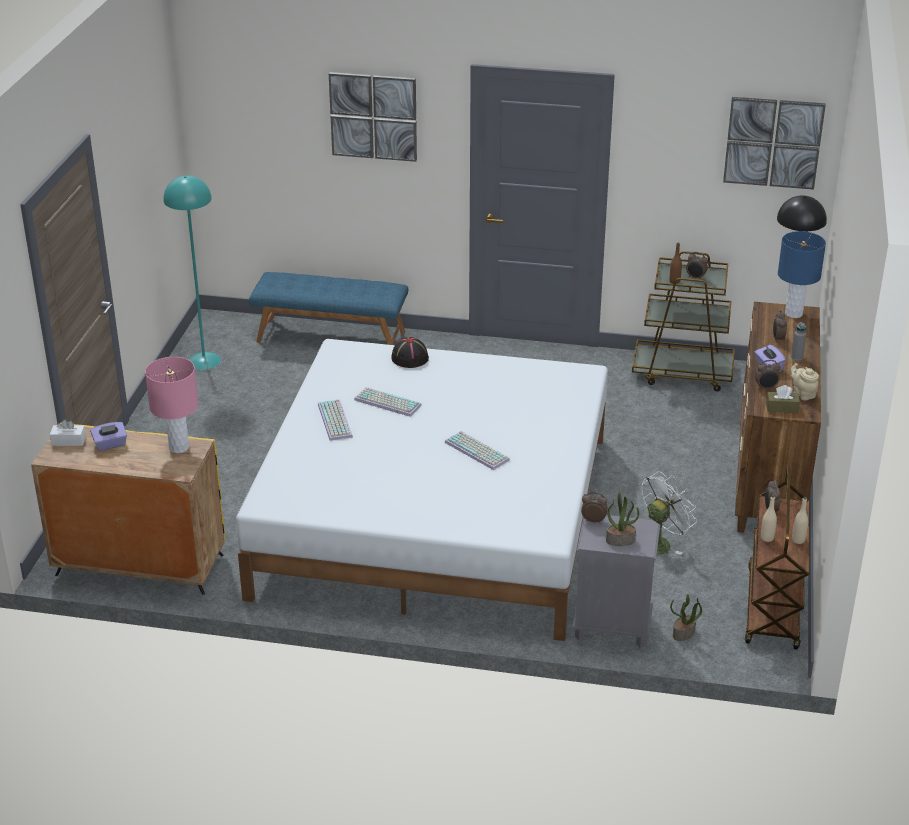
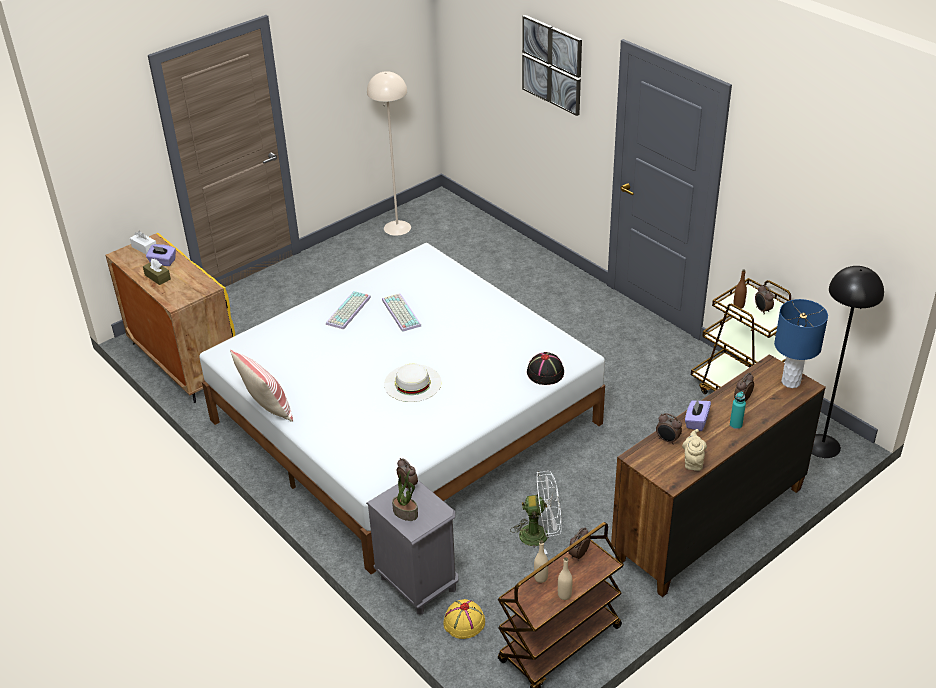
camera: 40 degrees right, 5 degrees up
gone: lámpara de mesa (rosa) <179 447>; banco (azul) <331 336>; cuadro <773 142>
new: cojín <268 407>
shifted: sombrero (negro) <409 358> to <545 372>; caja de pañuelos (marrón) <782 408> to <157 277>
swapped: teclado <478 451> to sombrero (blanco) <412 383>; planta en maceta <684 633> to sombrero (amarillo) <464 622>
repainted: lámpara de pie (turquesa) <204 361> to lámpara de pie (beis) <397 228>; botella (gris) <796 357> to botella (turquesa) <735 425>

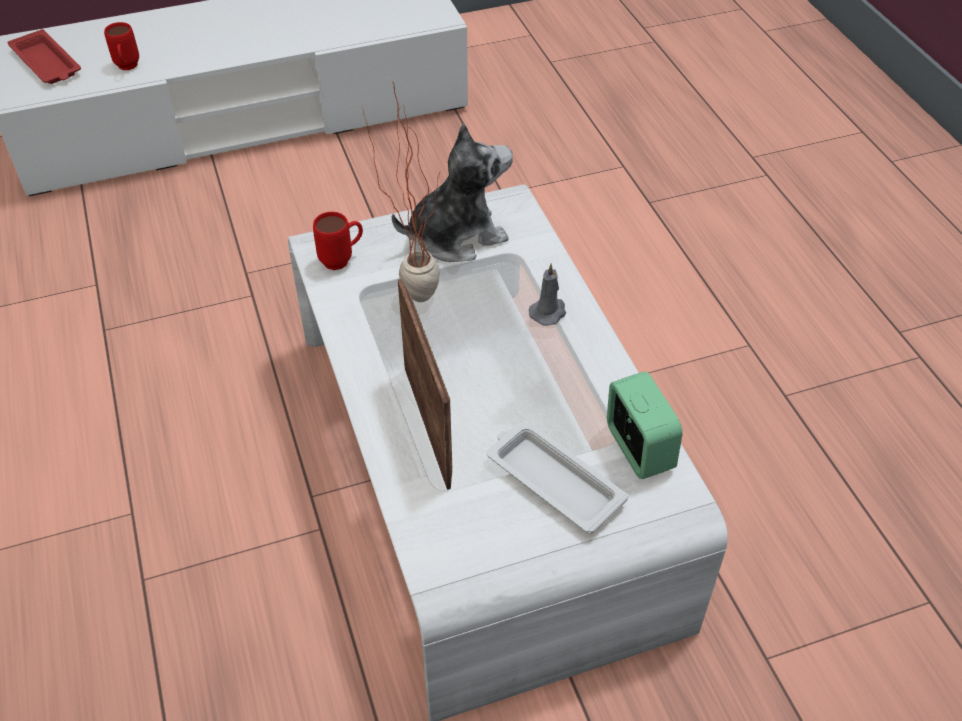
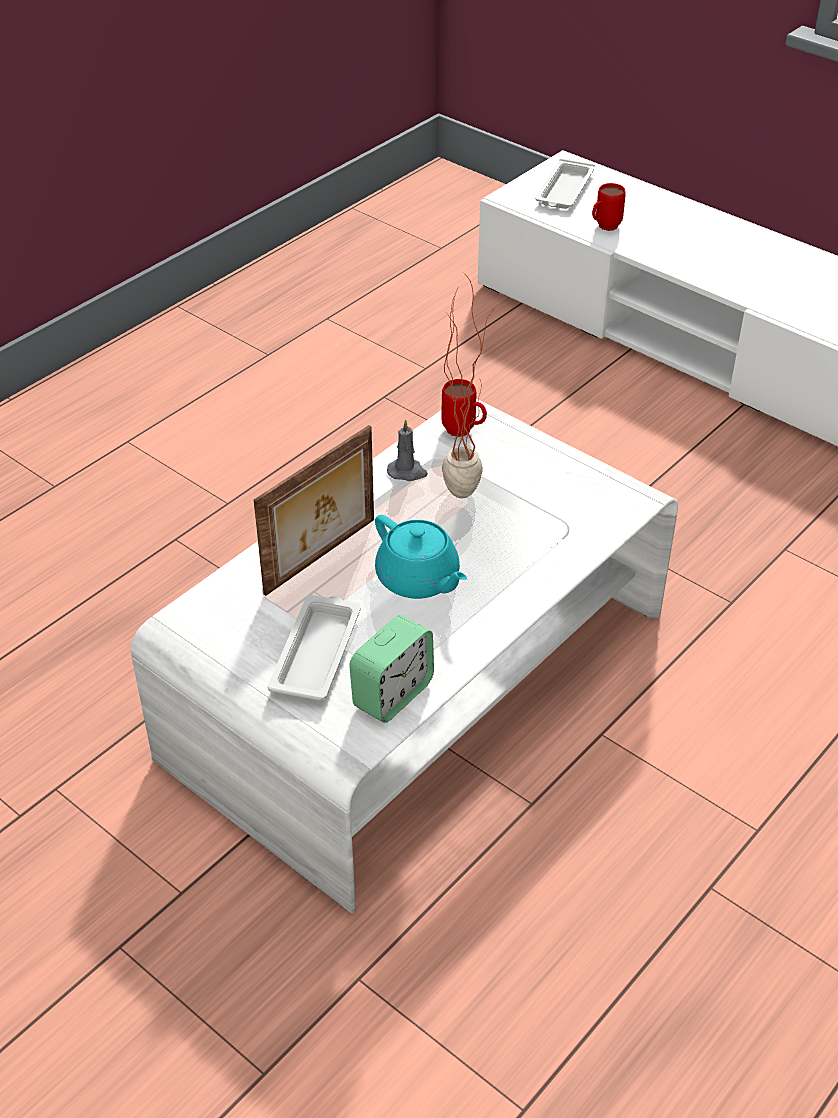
camera: 60 degrees right, 5 degrees down
gone: peluche <456 236>
new: tetera (turquesa) <419 580>
shifted: vela (gris) <548 312> to <407 472>
repainted: bandeja (rojo) <47 64> to bandeja (blanco) <564 190>

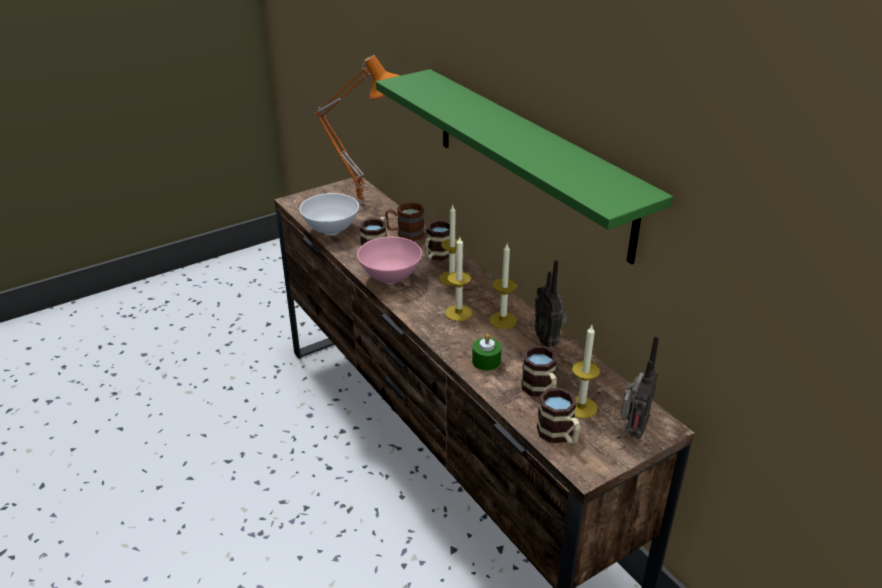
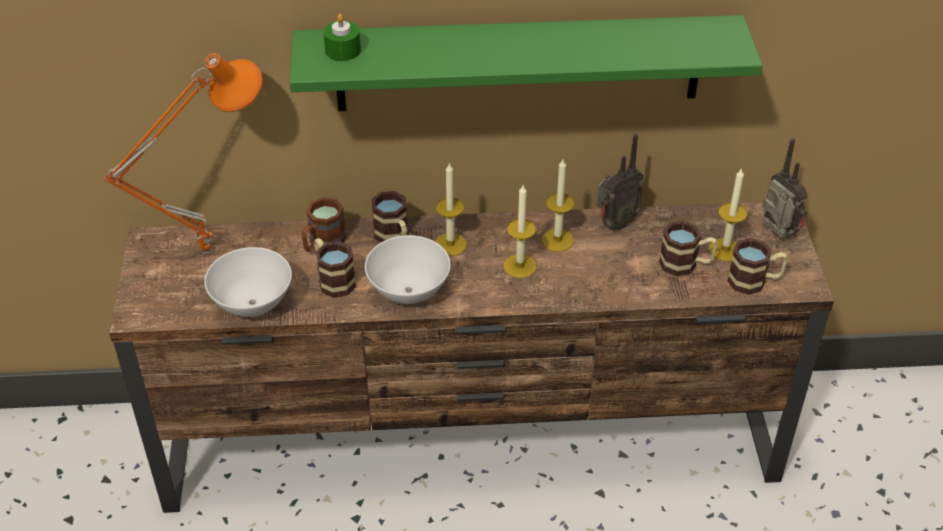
camera: 60 degrees left, 10 degrees up
shifted: vela (verde) <486 361> to <343 50>
repainted: cuenco (rosa) <390 278> to cuenco (blanco) <408 292>
rotated: radio <548 340> = <614 224> 45 degrees counterclockwise

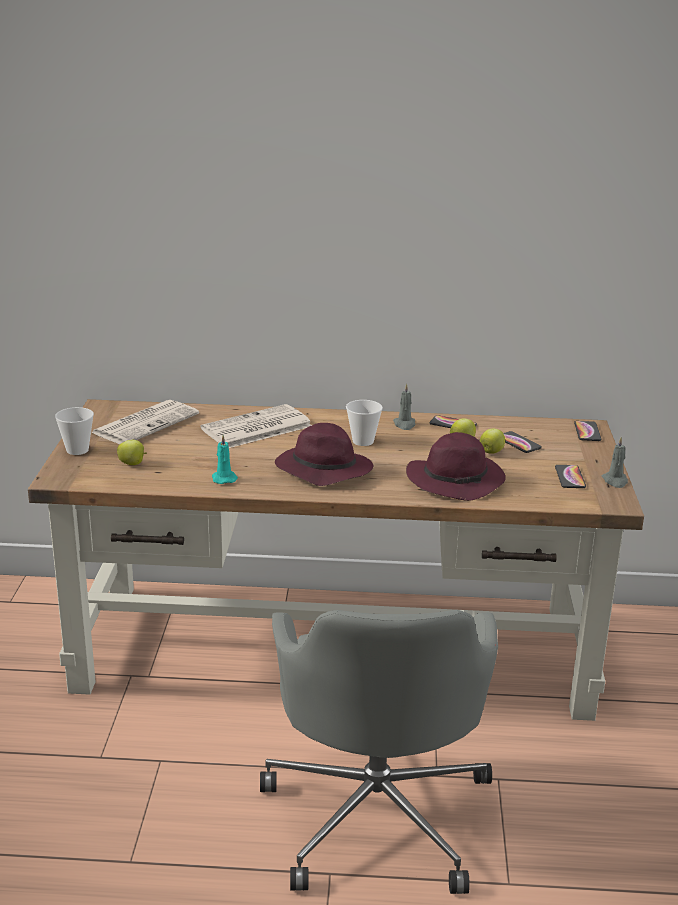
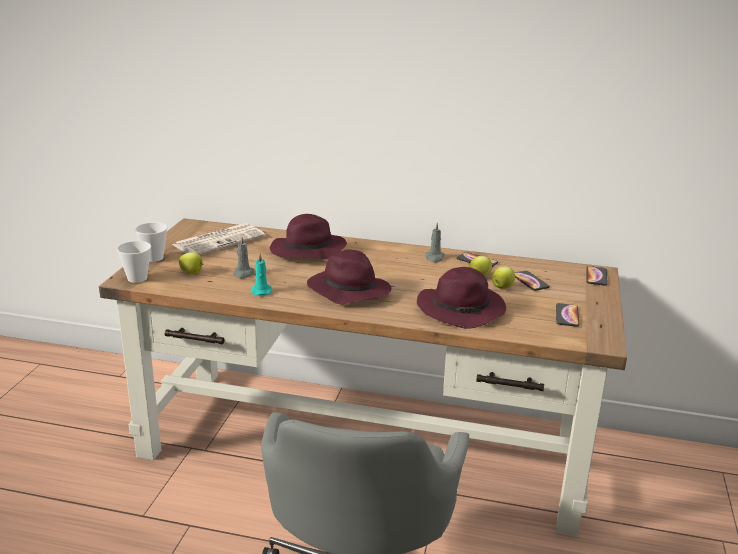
camera: 10 degrees right, 0 degrees up
shifted: taza <363 441> to <137 278>; vela (gris) <615 481> to <243 273>
swapped: periódico <256 428> to sombrero (morado) <307 251>

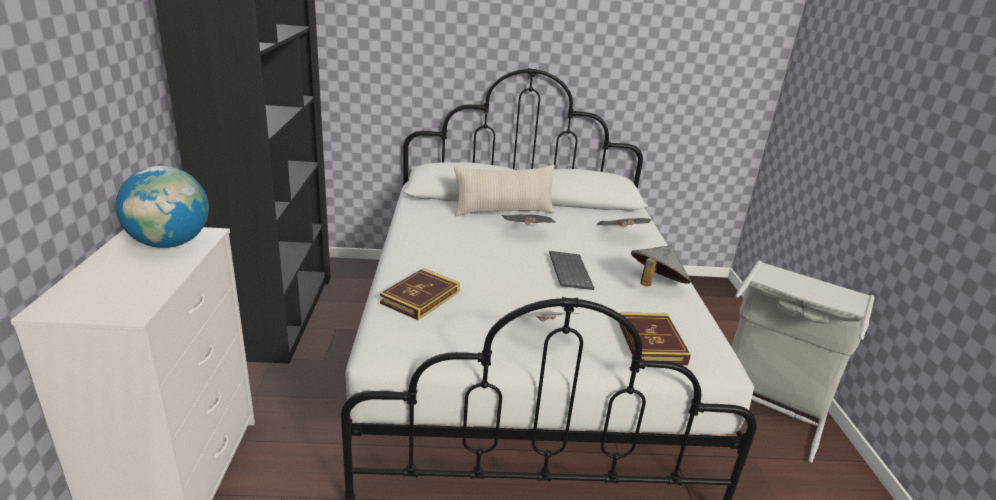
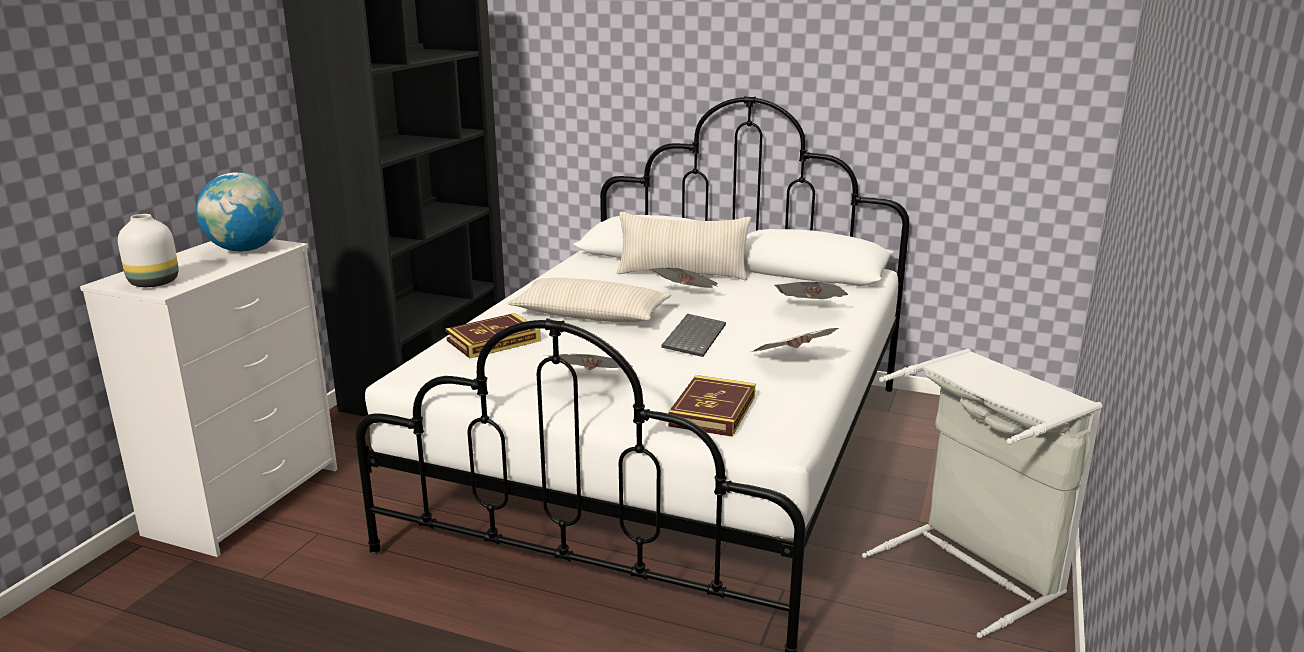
camera: 25 degrees right, 5 degrees down
new: florero (blanco) <155 282>; cojín (beis) <590 315>
swapped: sombrero (gris) <655 285> to periódico <792 361>

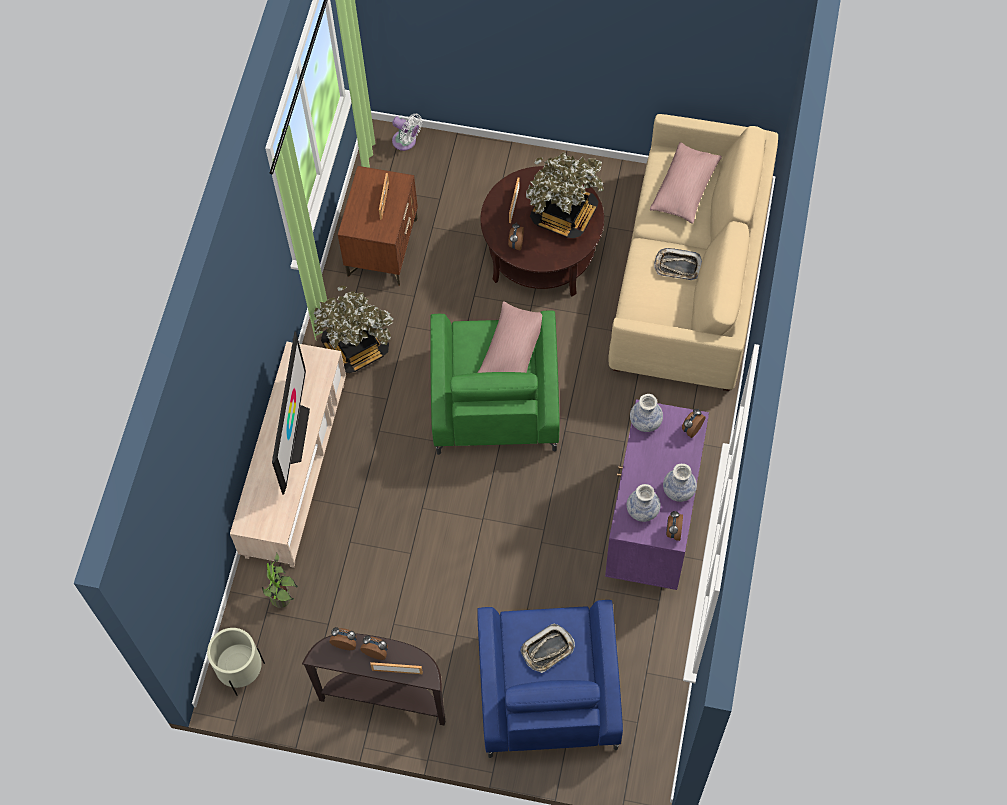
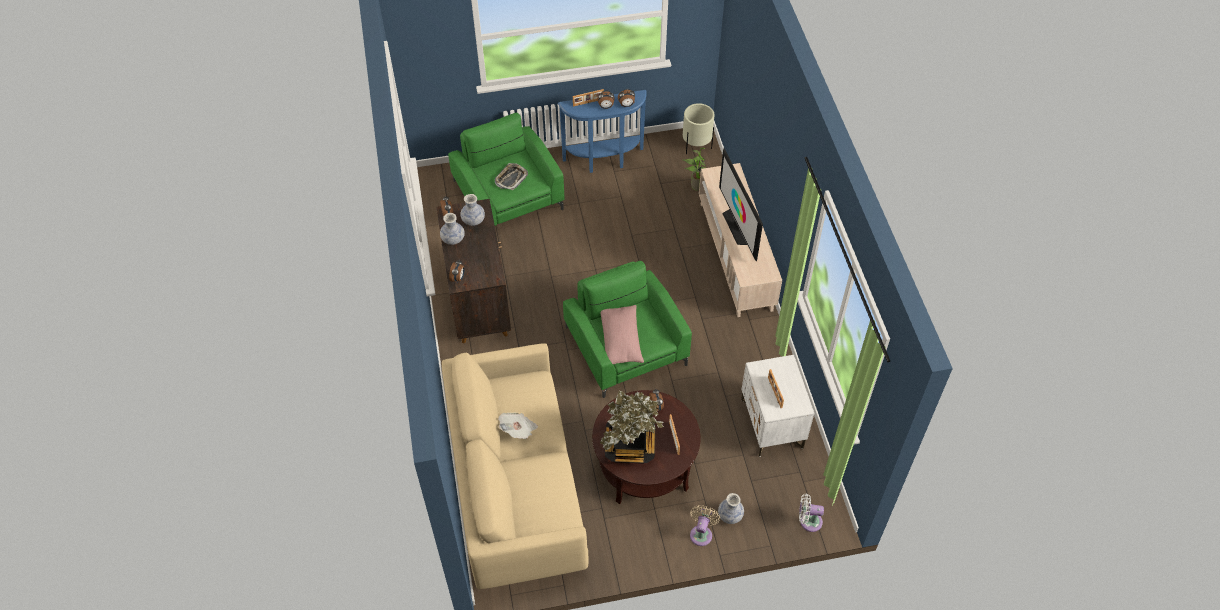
camera: 155 degrees right, 10 degrees down
gone: planta en maceta <356 346>; cojín (rosa) <685 189>
new: ventilador (beis) <701 533>
shifted: florero <645 421> to <730 515>
swapped: bandeja <677 266> to periódico <518 430>
repainted: mesa consola (marrón) <385 696> to mesa consola (azul) <605 161>; mesita de noche (marrón) <382 247> to mesita de noche (blanco) <772 424>; sillón (azul) <548 689> to sillón (verde) <508 195>; armario (morado) <651 526> to armario (marrón) <478 302>

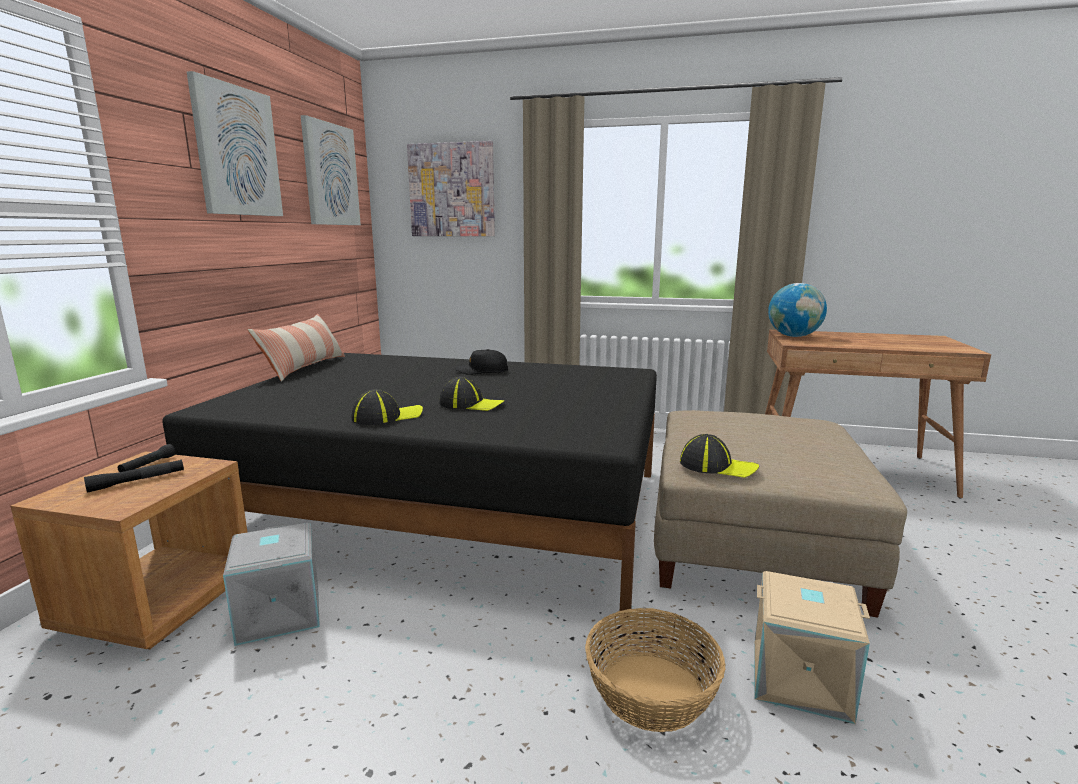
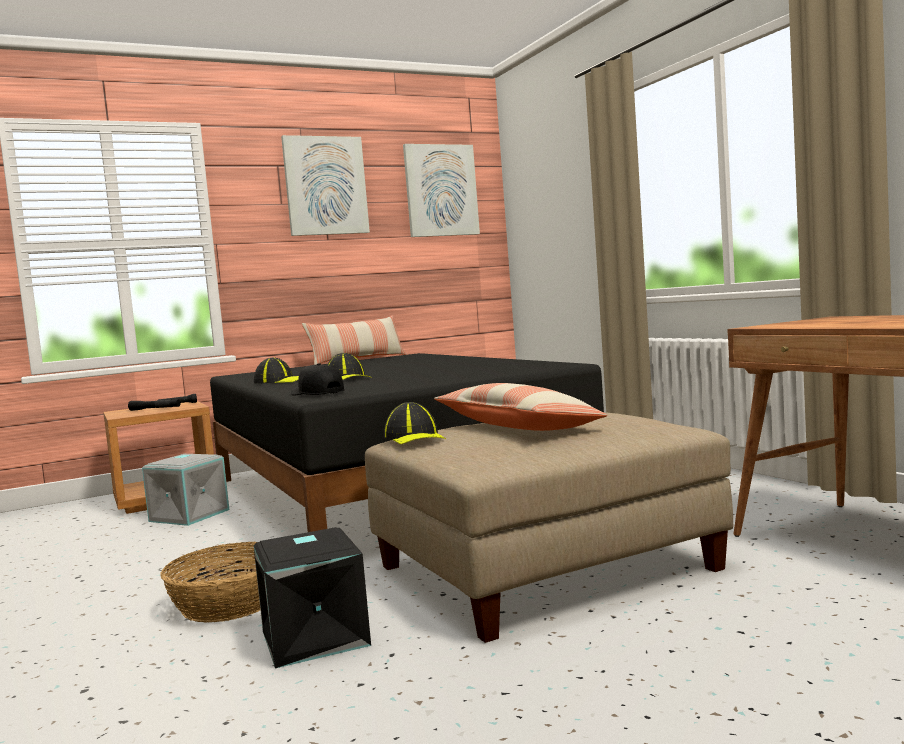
camera: 50 degrees right, 10 degrees down
gone: cuadro <452 190>; globo terráqueo <794 336>
new: cojín <517 427>
shifted: gorra (negro) <482 371> to <317 393>
repainted: caja de almacenaje (beis) <799 680> to caja de almacenaje (negro) <312 638>

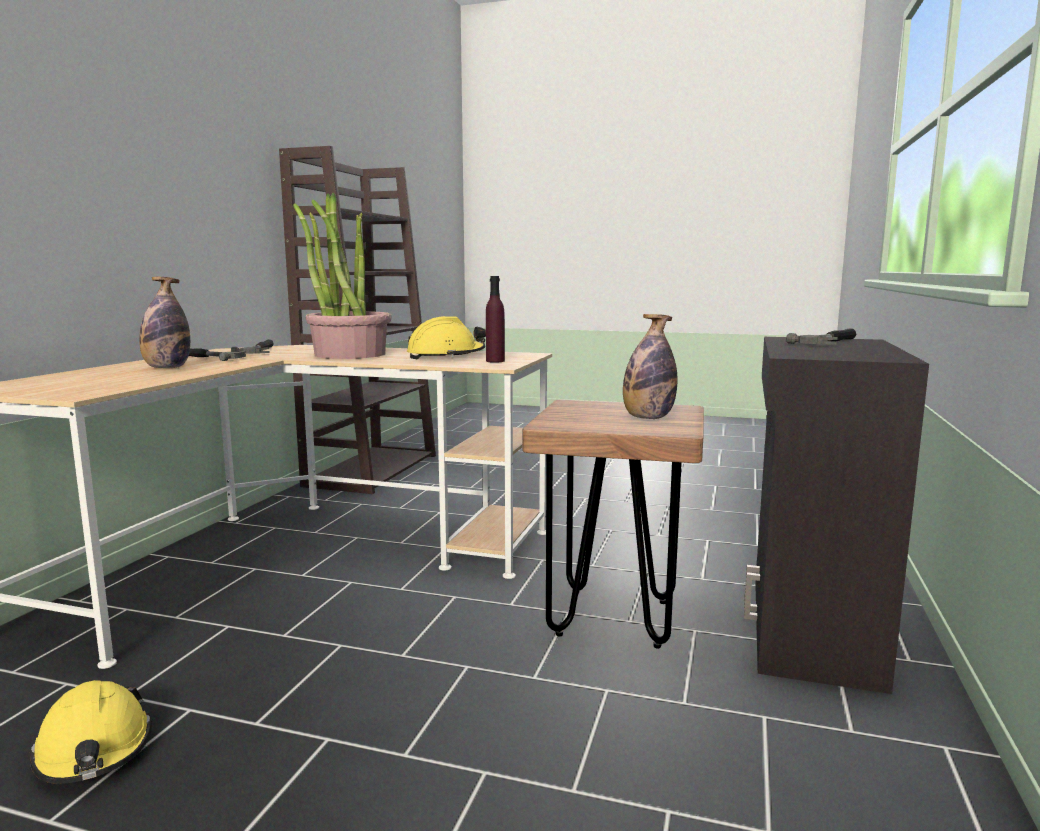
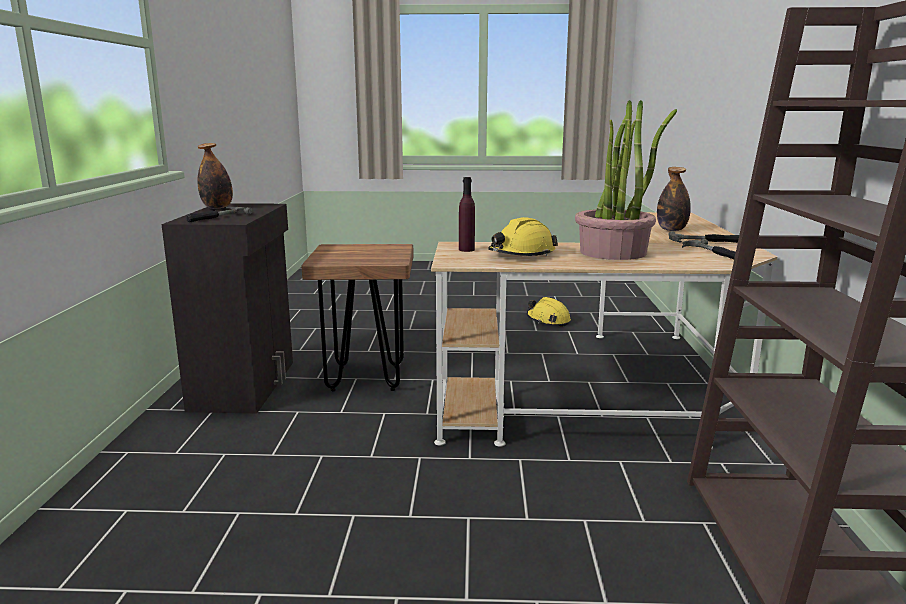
camera: 165 degrees right, 5 degrees up
shifted: botella <648 418> to <217 208>

